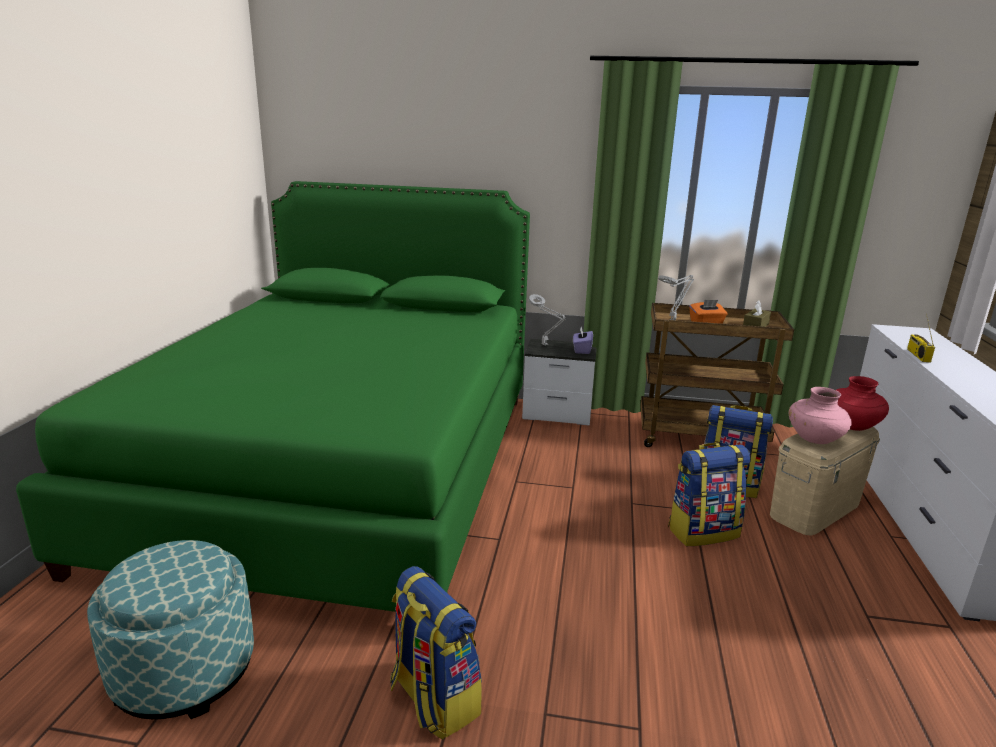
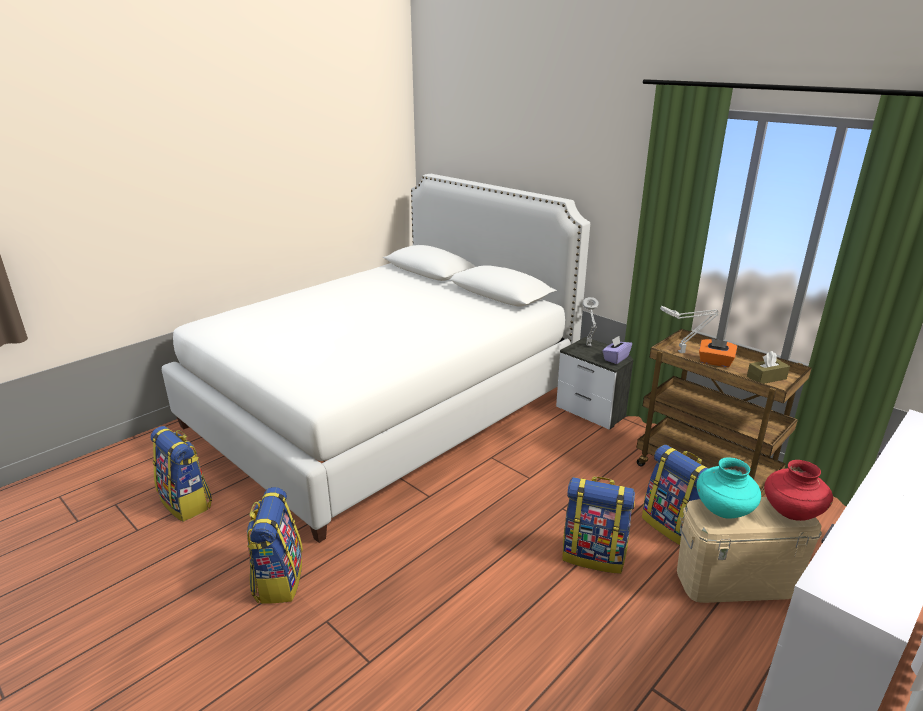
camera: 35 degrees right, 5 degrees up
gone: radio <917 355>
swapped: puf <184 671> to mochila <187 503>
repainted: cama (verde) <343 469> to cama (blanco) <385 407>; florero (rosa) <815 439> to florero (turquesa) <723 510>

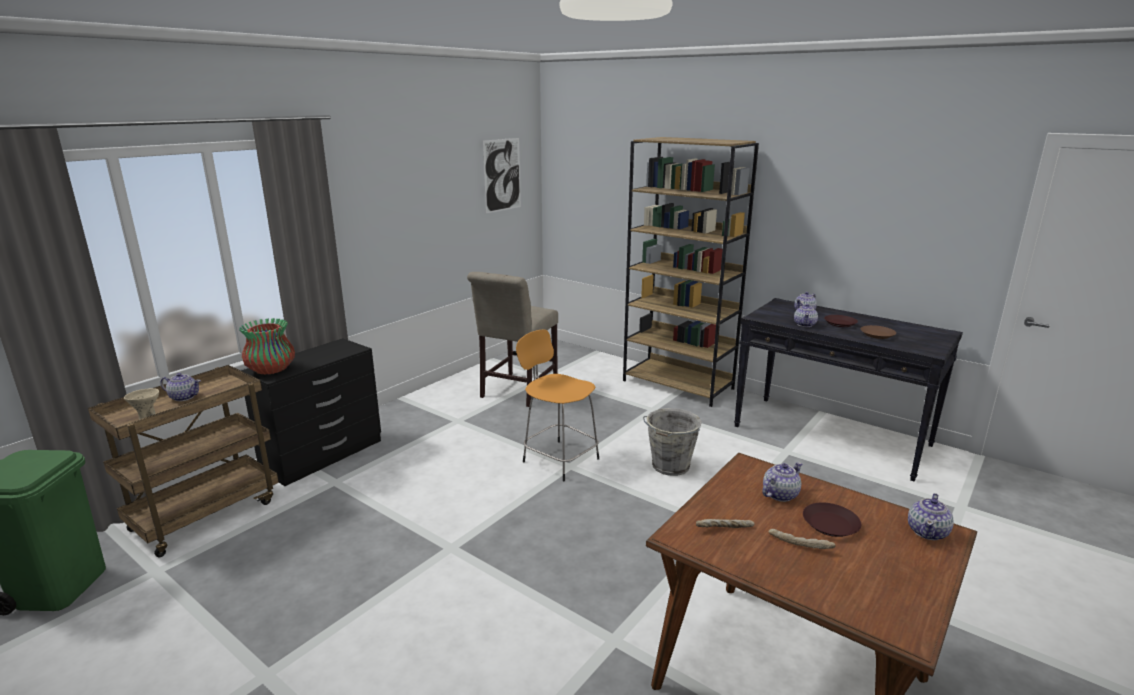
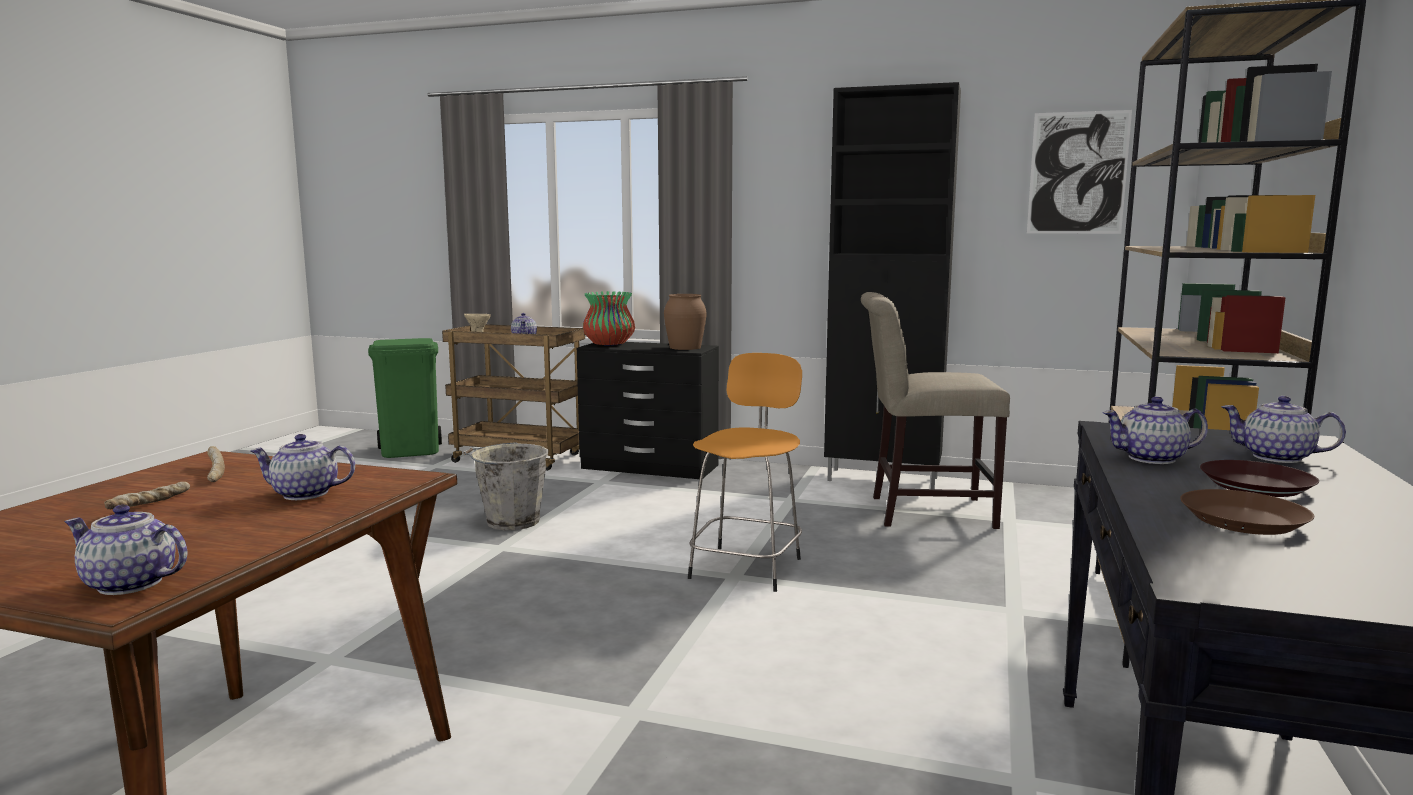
camera: 70 degrees right, 10 degrees down
gone: plato (marrón) <830 524>
new: florero (marrón) <685 347>; armario (negro) <884 480>
shifted: cubo (gris) <670 466> to <511 521>
rotated: tetera <780 494> = <304 494> 150 degrees clockwise

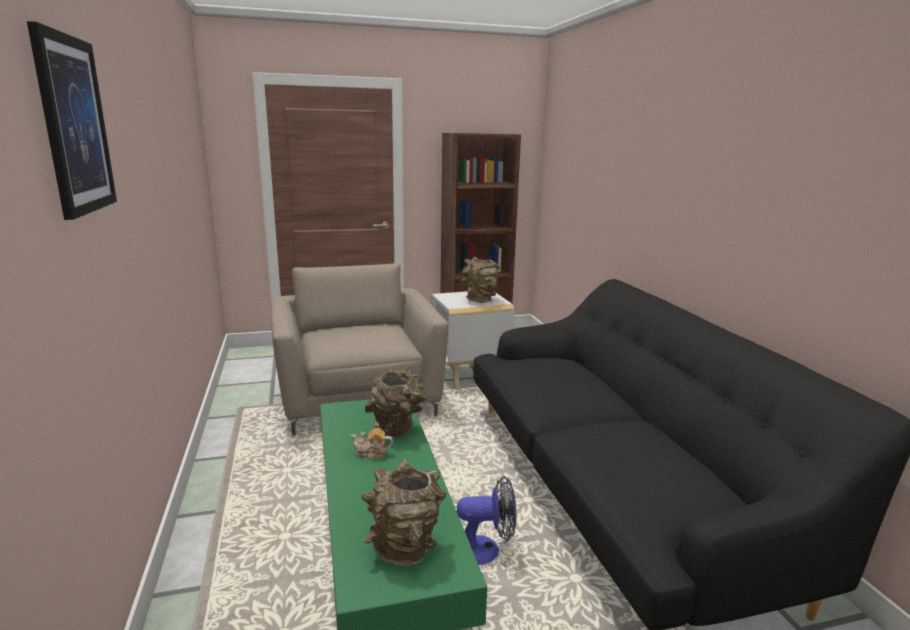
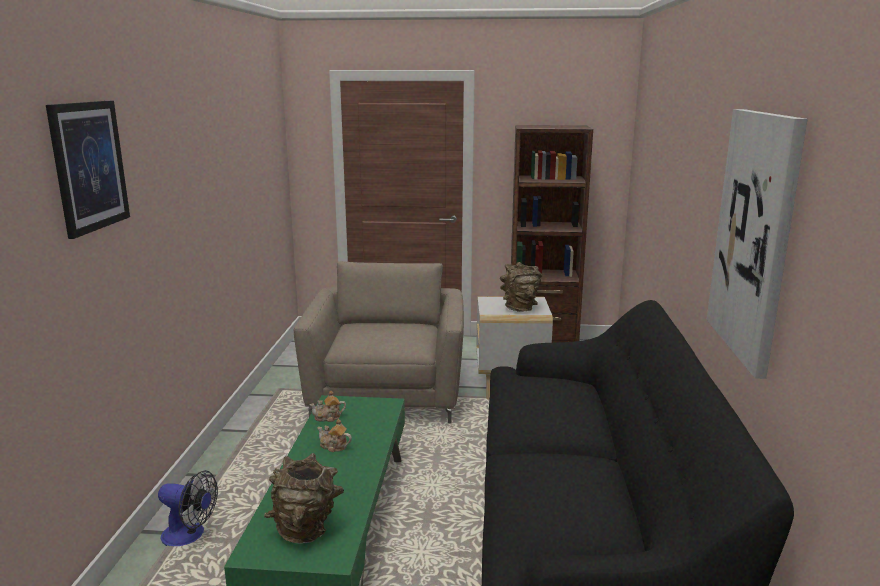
camera: 20 degrees right, 0 degrees up
gone: florero (marrón) <397 430>
new: tetera <328 417>; cuadro <754 236>
shifted: ventilador <485 550> to <190 536>

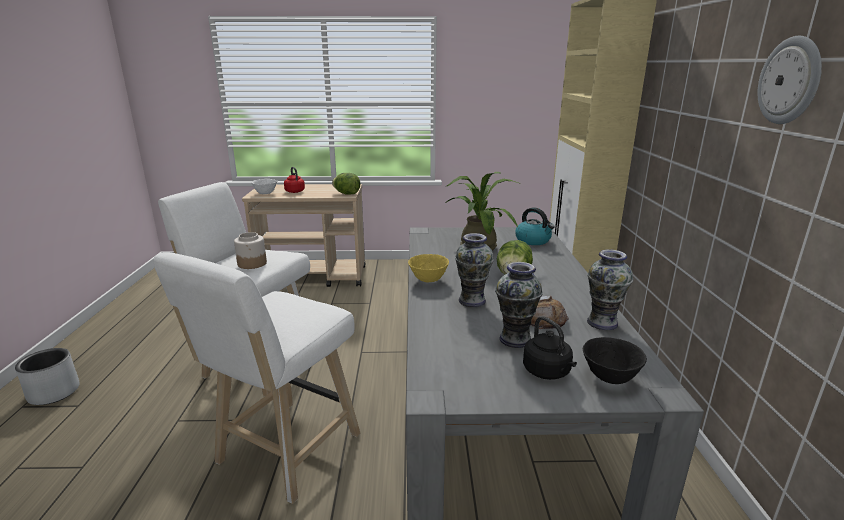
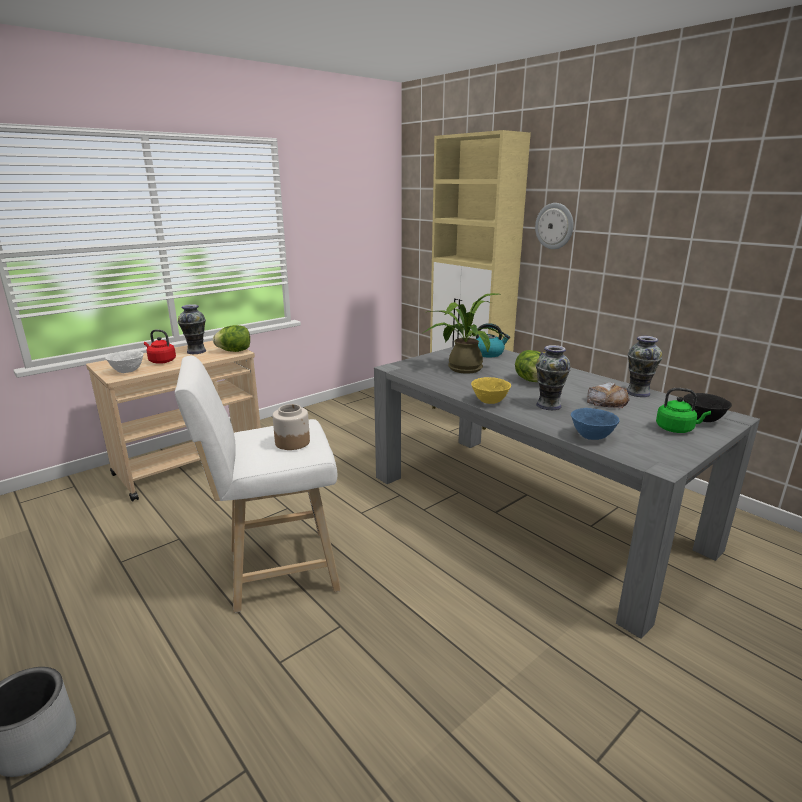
camera: 40 degrees left, 0 degrees up
gone: taburete (blanco) <284 453>
new: cuenco (azul) <591 437>
shifted: florero <515 339> to <196 351>; reloj de pared <790 81> to <554 226>
repainted: hervidor (negro) <548 372> to hervidor (verde) <676 429>

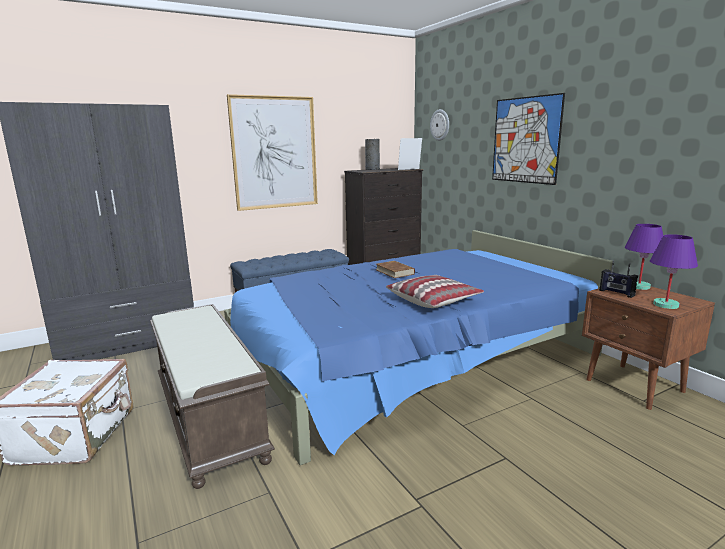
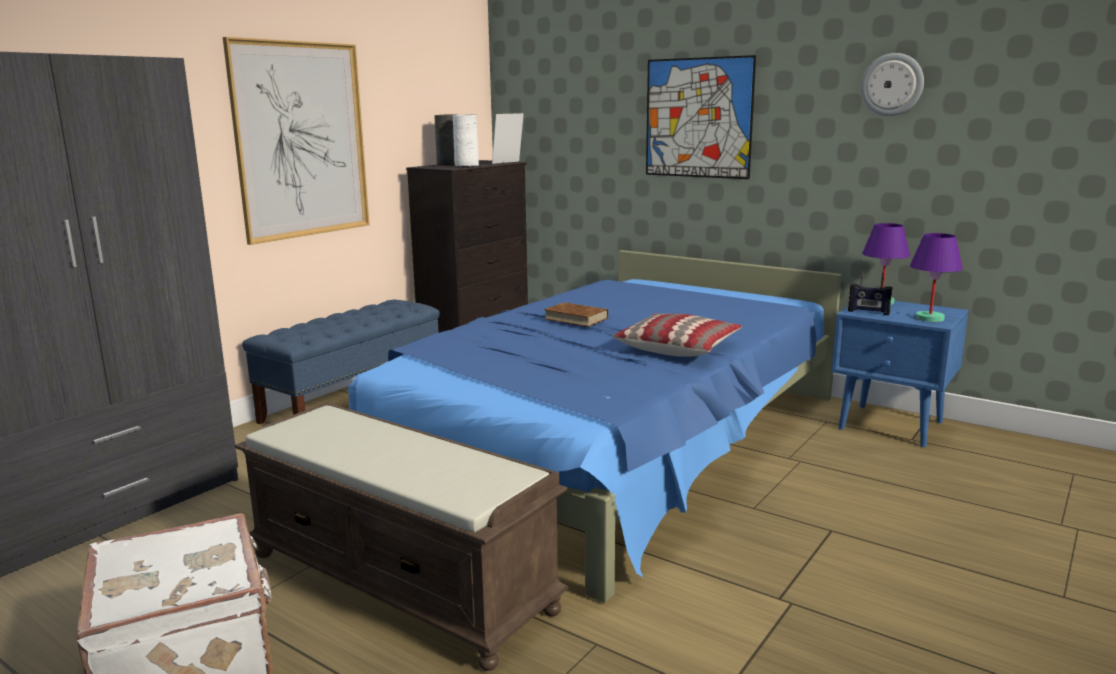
camera: 25 degrees left, 0 degrees up
new: florero (blanco) <466 165>
shifted: reloj de pared <440 125> to <892 84>
repainted: mesita de noche (marrón) <635 386> to mesita de noche (azul) <892 426>

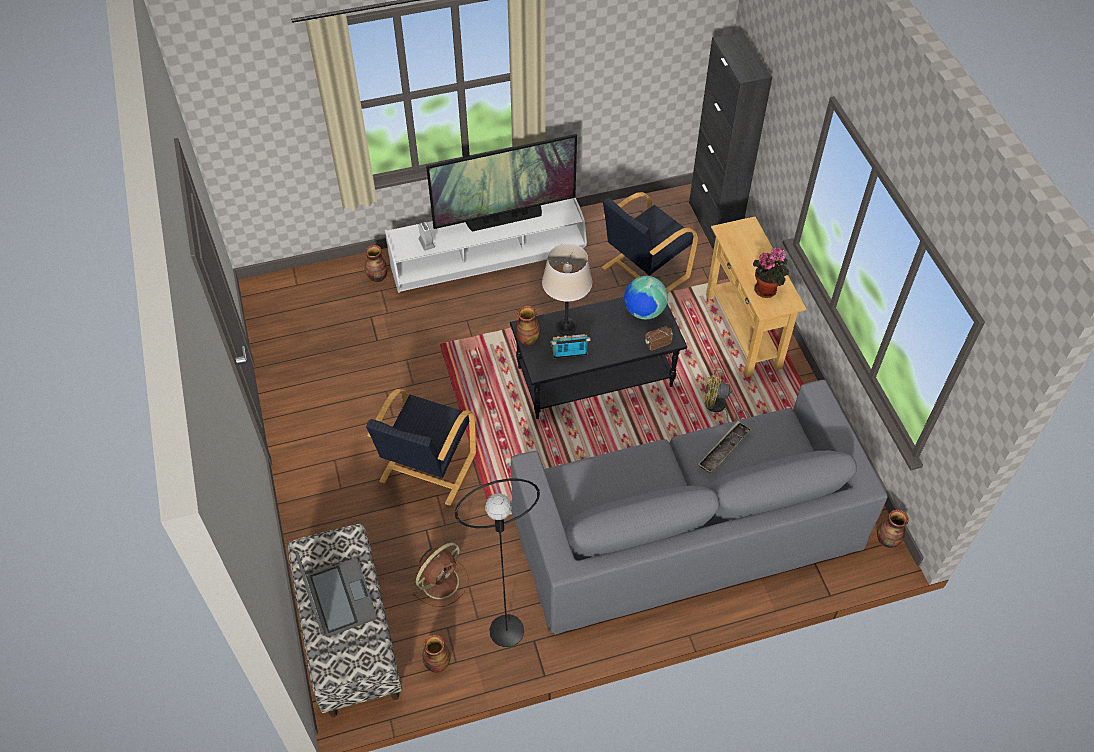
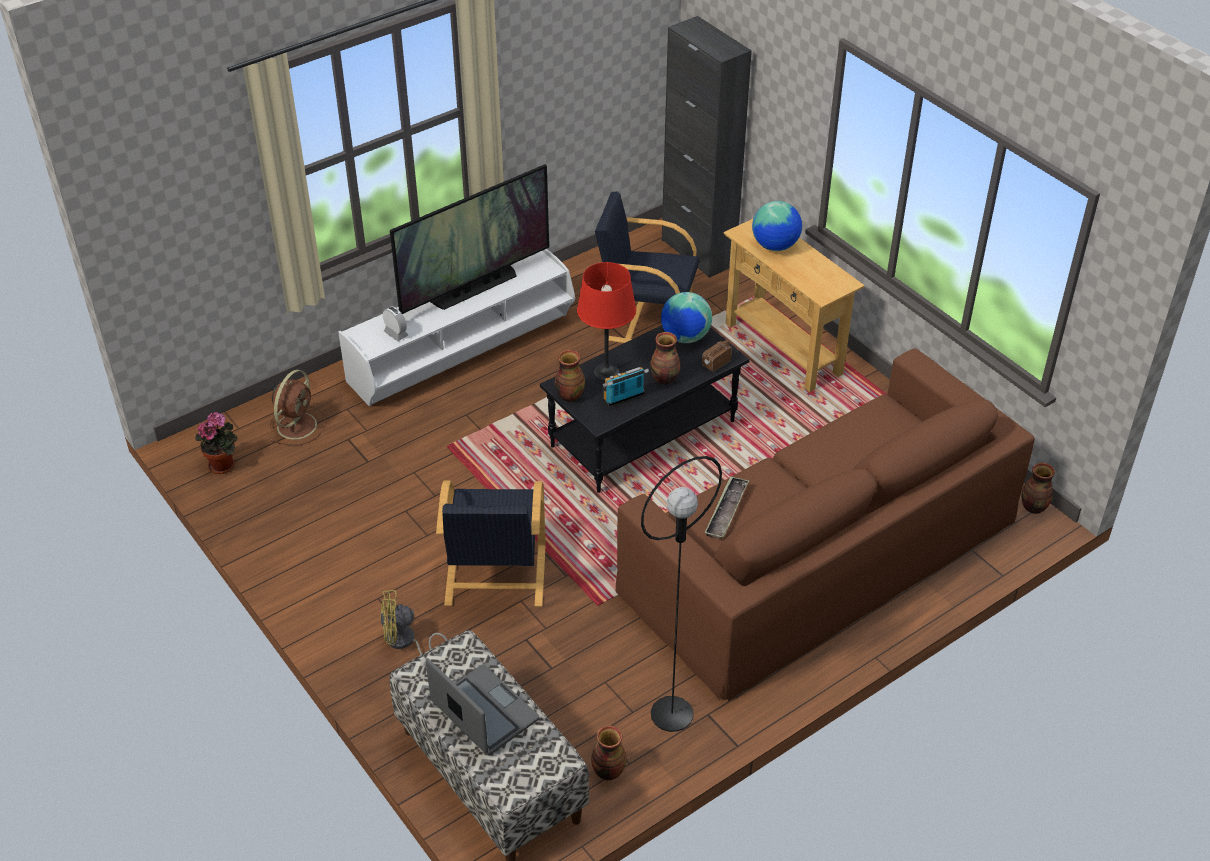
camera: 20 degrees left, 10 degrees down
new: globo terráqueo <775 246>
shifted: florero <378 277> to <665 379>; ventilador (marrón) <441 581> to <298 424>; bandeja <724 449> to <726 511>; ventilador (amarillo) <718 408> to <405 642>; planta en maceta <767 289> to <223 464>
repainted: sofá (gris) <686 528> to sofá (marrón) <819 554>; lámpara de mesa (beis) <566 326> to lámpara de mesa (rojo) <606 372>
rotated: sillón (negro) <643 273> = <646 319> 75 degrees clockwise

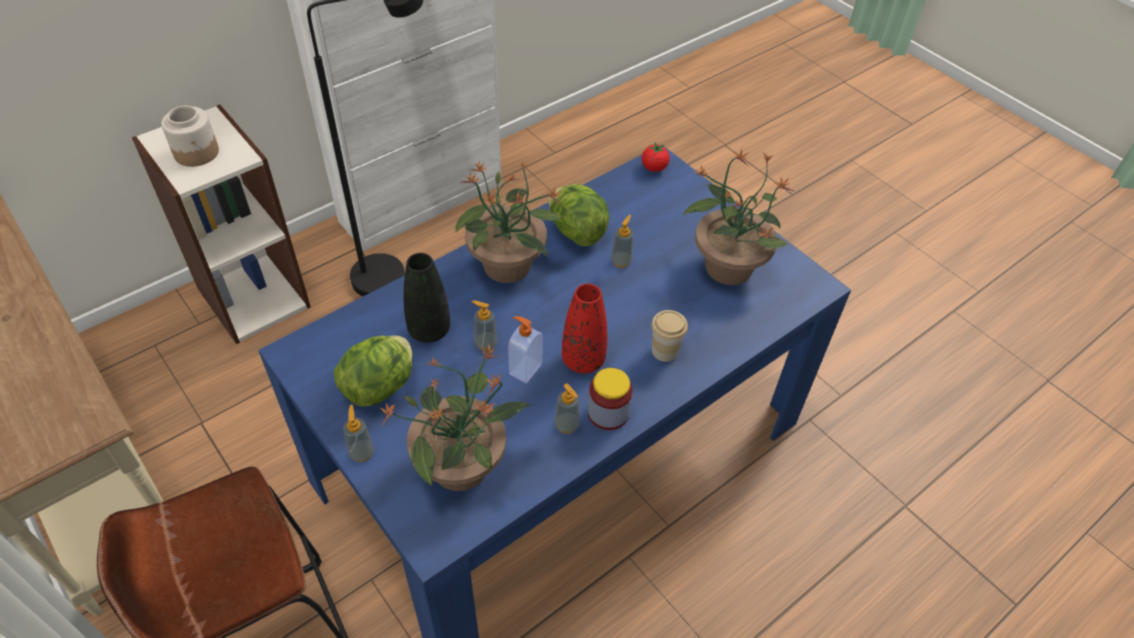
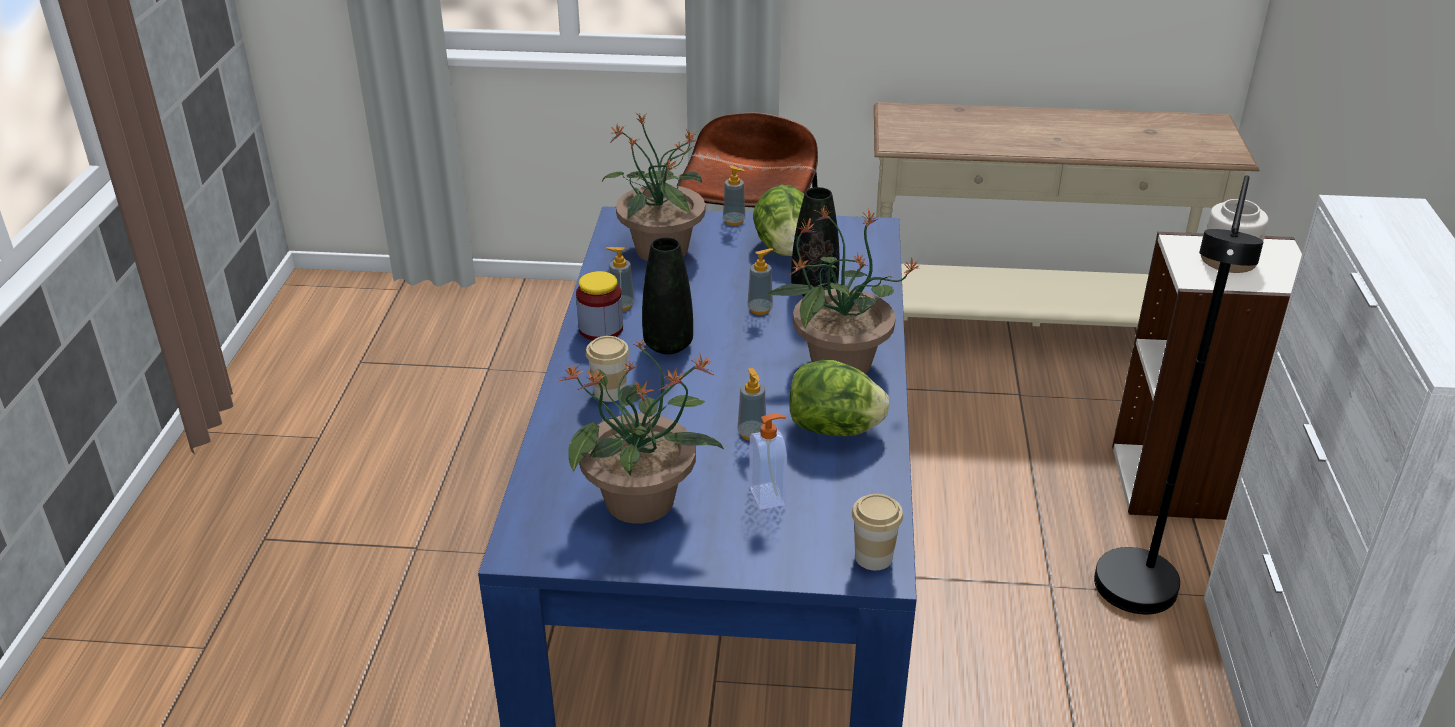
camera: 135 degrees right, 15 degrees down
shifted: dispensador de jabón <524 369> to <768 495>
swapped: tomate <654 168> to taza <873 557>
repainted: florero (rojo) <583 360> to florero (negro) <668 345>

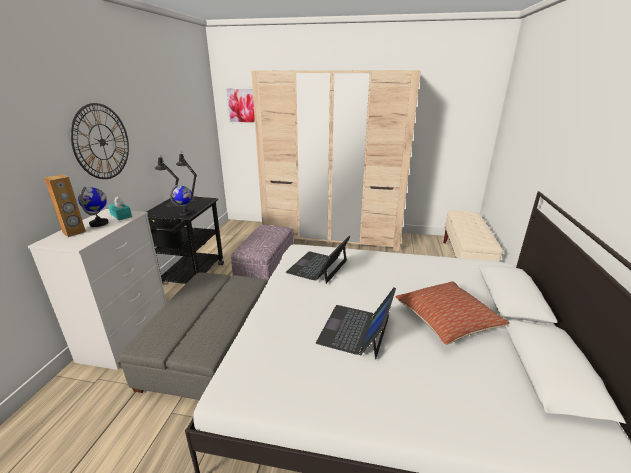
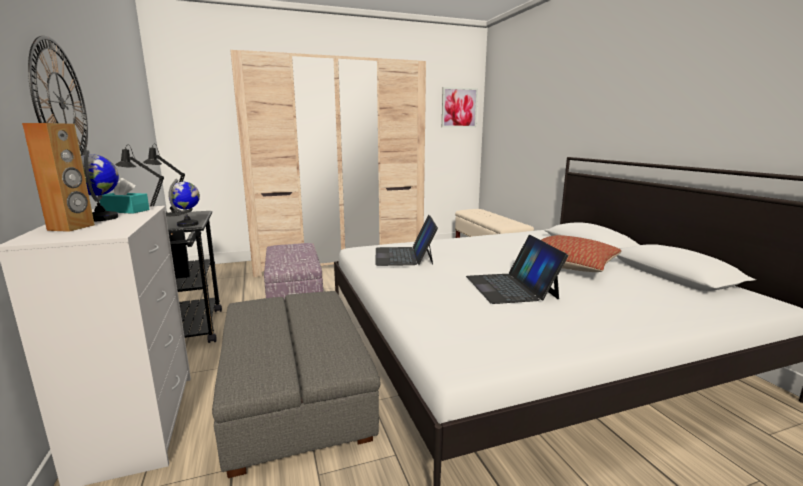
camera: 30 degrees left, 10 degrees down
shifted: cuadro <243 105> to <459 107>

